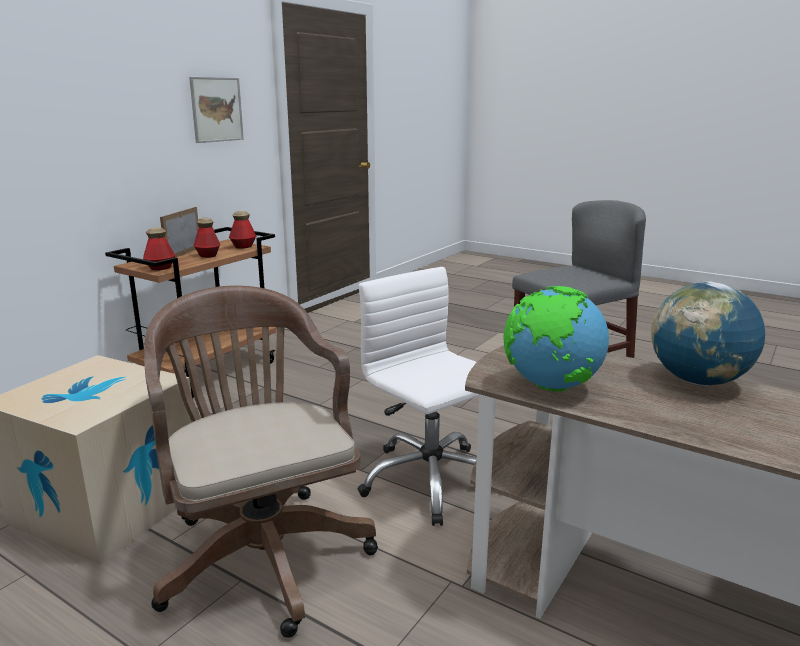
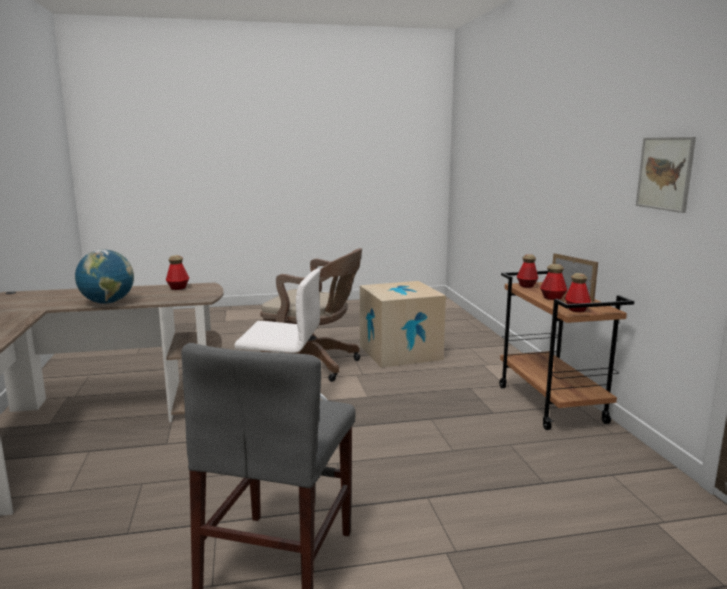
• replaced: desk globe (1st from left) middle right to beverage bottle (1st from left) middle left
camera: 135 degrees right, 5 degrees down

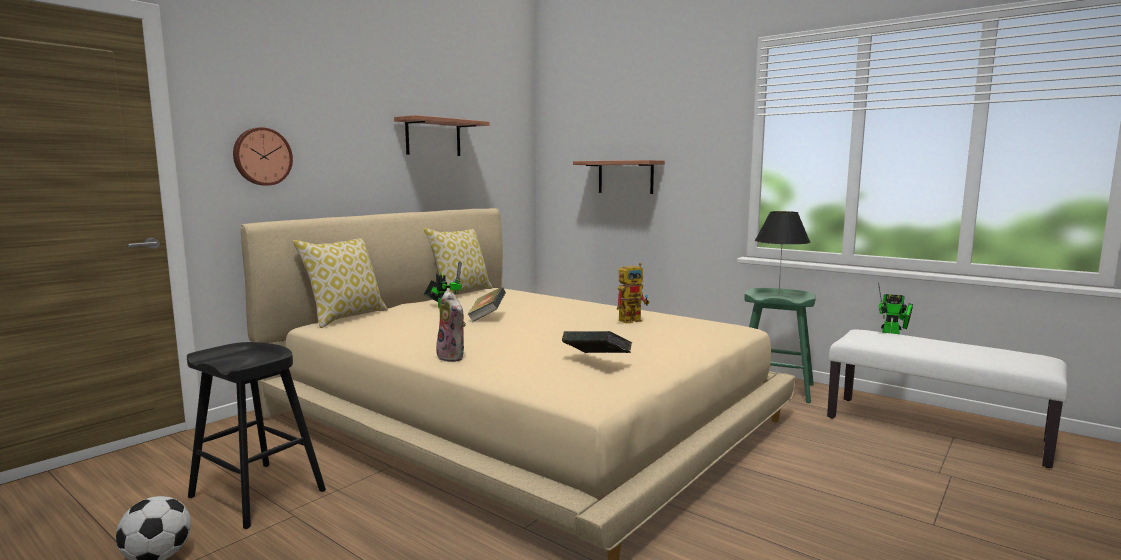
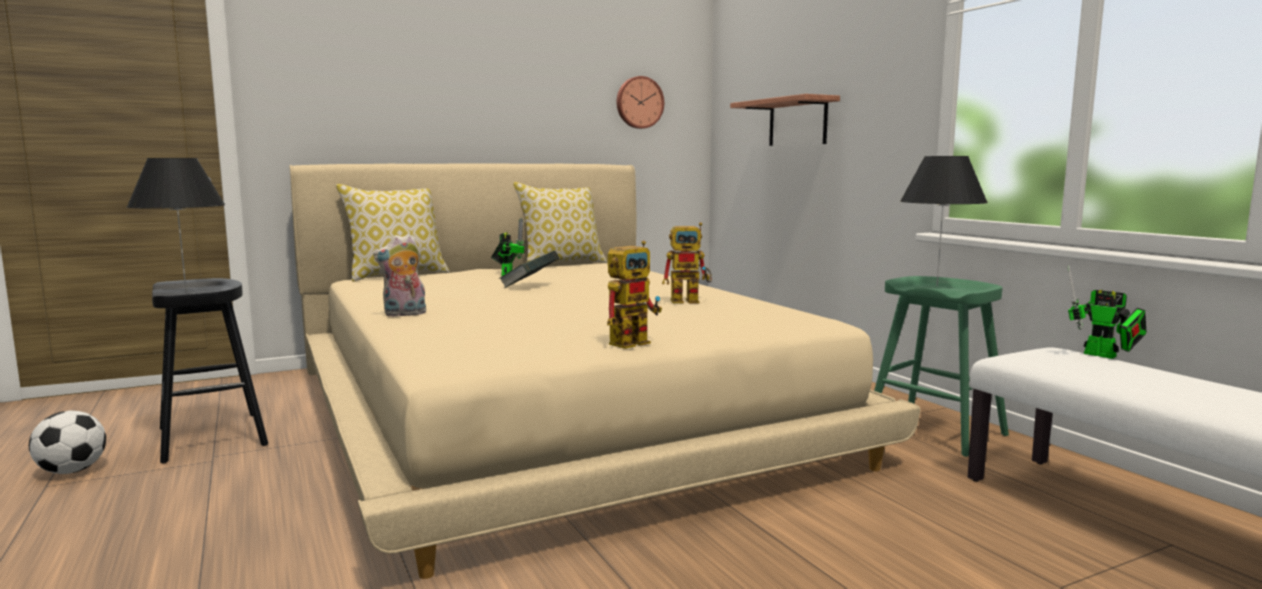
• removed: shelf (1st from left) top centre
• removed: book (2nd from left) centre
• added: black-coloured tabletop lamp (1st from left) middle left
• added: model robot (2nd from left) centre
• moved: wall clock top left to top centre
• turned: soft toy centre = middle left 75 degrees clockwise
camera: 25 degrees right, 0 degrees up

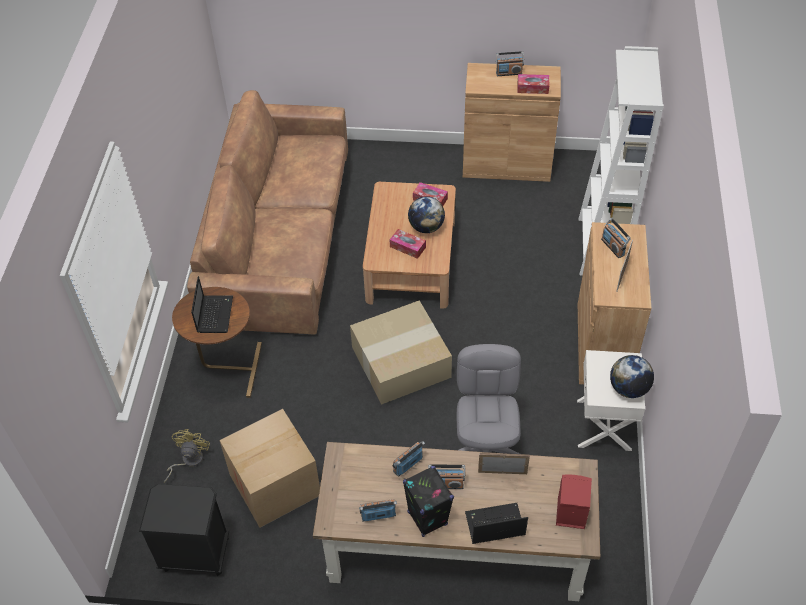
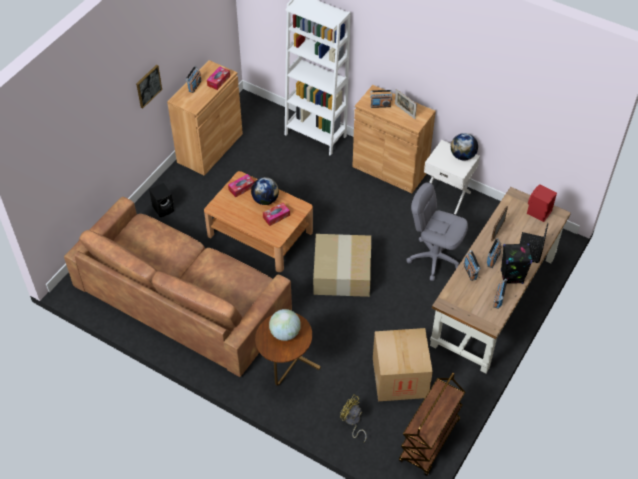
• added: wall picture top left
• added: black-coloured speaker (1st from left) middle left
• replaced: black-coloured nightstand bottom left to brownish cart bottom right
• replaced: portable computer (1st from left) middle left to desk globe (2nd from left) bottom centre
camera: 65 degrees left, 0 degrees up

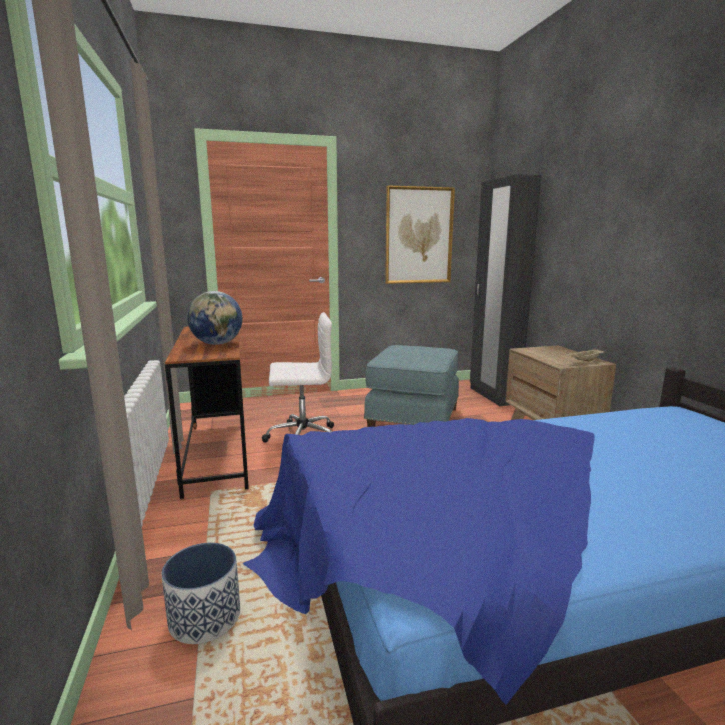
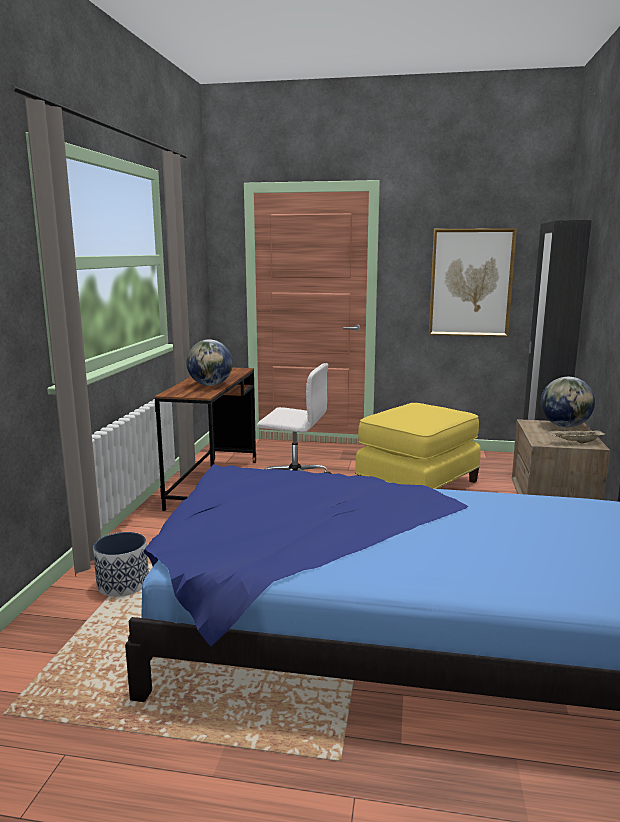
• added: desk globe (2nd from left) middle right
• recoloured: bluish ottoman centre to yellowish ottoman middle right
camera: 25 degrees right, 0 degrees up

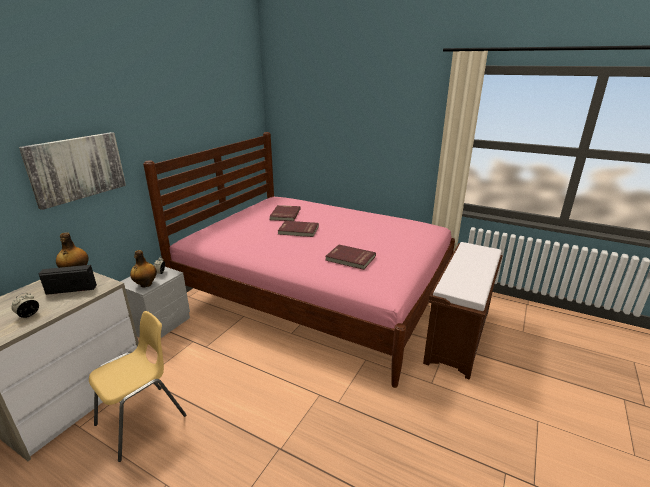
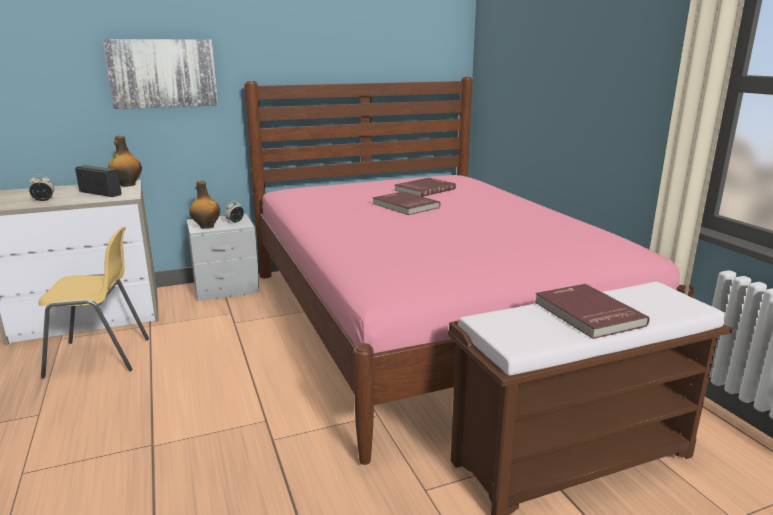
• moved: red book (3rd from left) centre to middle right
camera: 40 degrees right, 5 degrees down

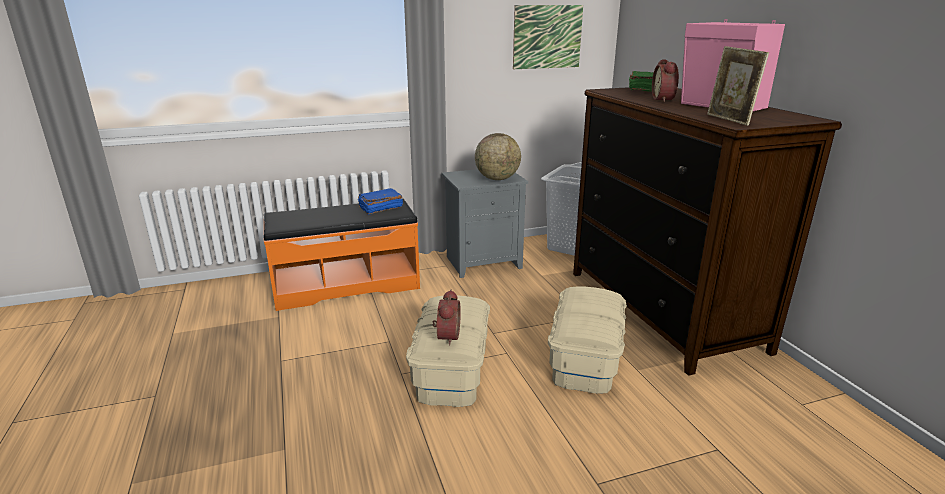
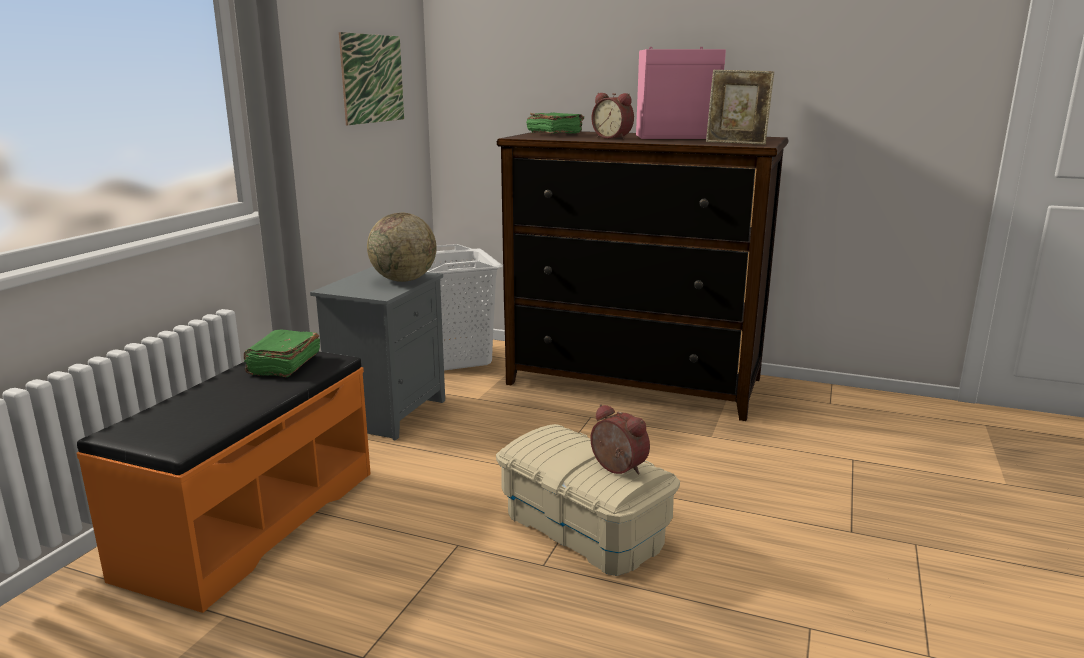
• removed: sand-coloured storage box (2nd from left) bottom centre
• recoloured: bluish book centre to green book (1st from left) middle left
camera: 50 degrees left, 5 degrees down

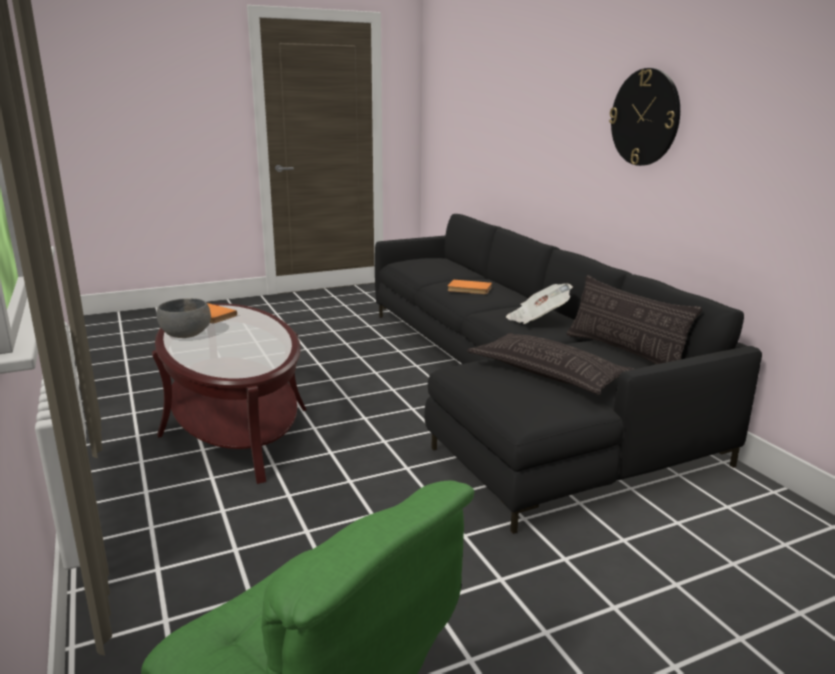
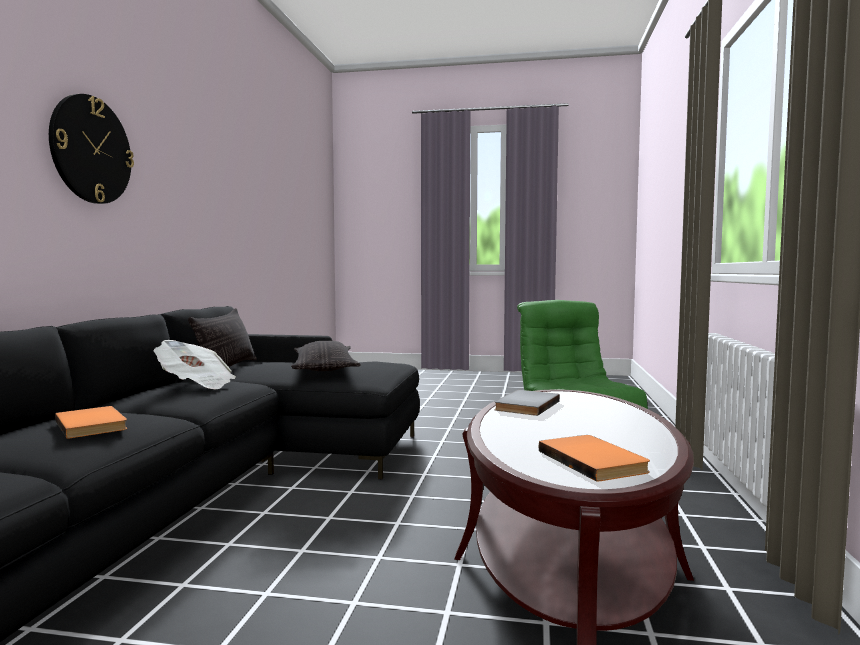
• removed: greyish deep dish middle left
• added: greyish book centre
camera: 145 degrees left, 15 degrees down

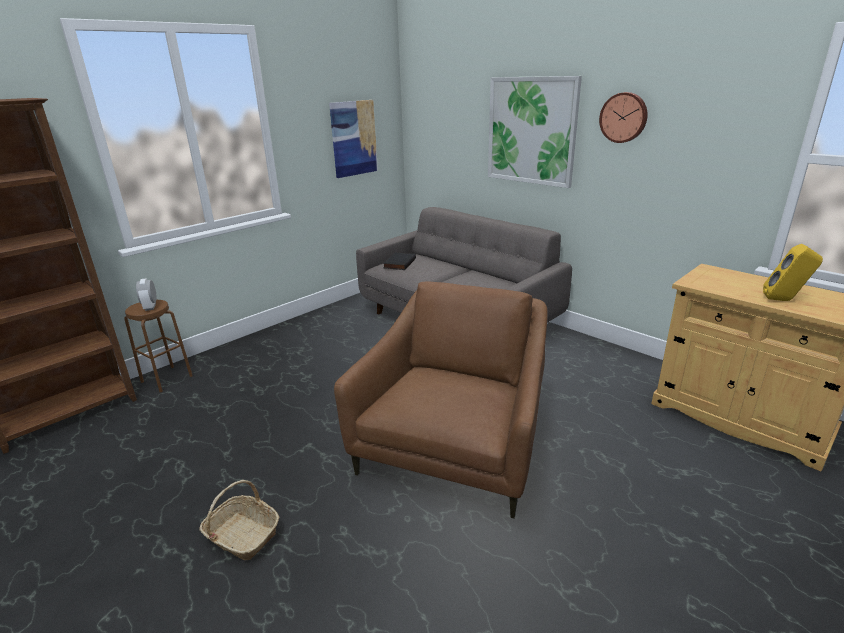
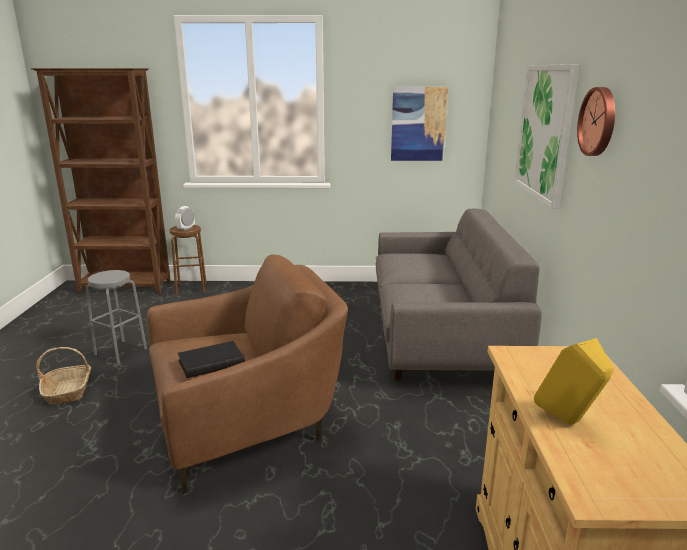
• added: greyish stool seat middle left
• moved: black-coloured book centre to middle left
camera: 45 degrees right, 5 degrees down

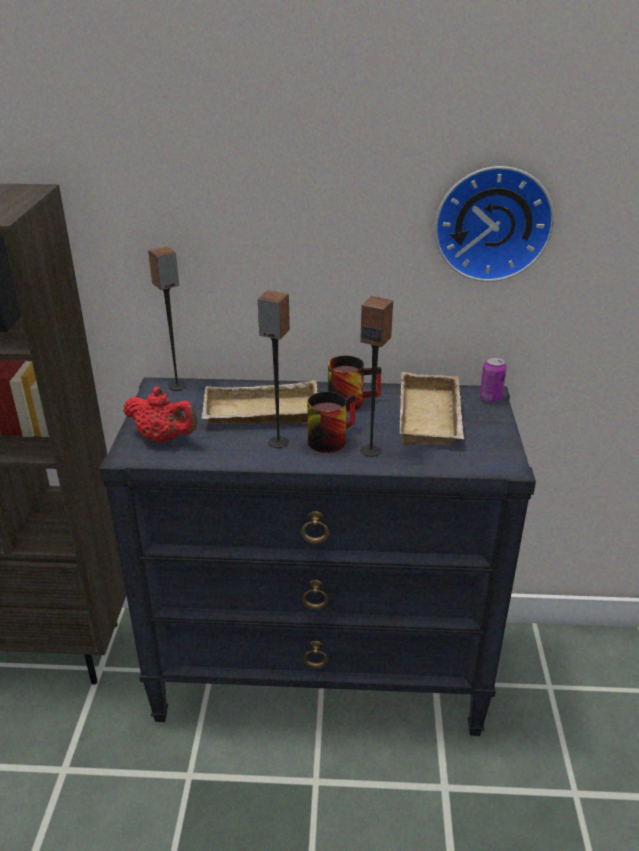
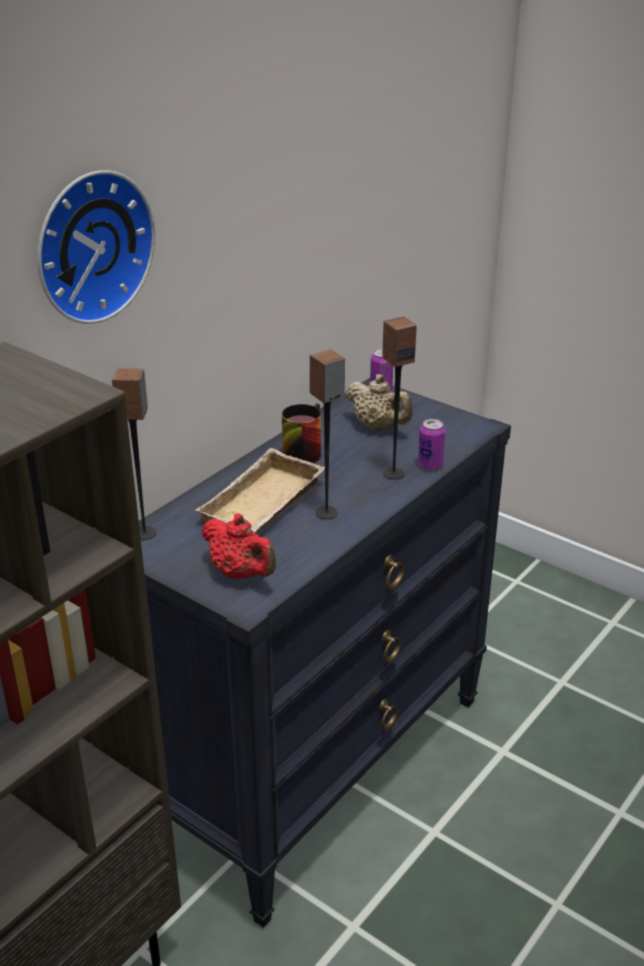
• removed: mug (1st from left) centre
• added: sealed can (2nd from left) middle right
• moved: wall clock top right to top left
• replaced: sand-coloured serving tray (2nd from left) middle right to sand-coloured tea pot centre
• turned: red tea pot middle left = centre 75 degrees clockwise
camera: 55 degrees left, 0 degrees up

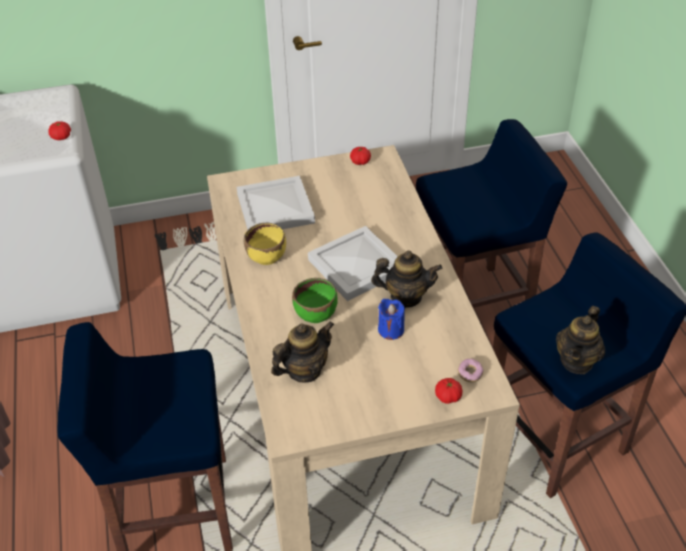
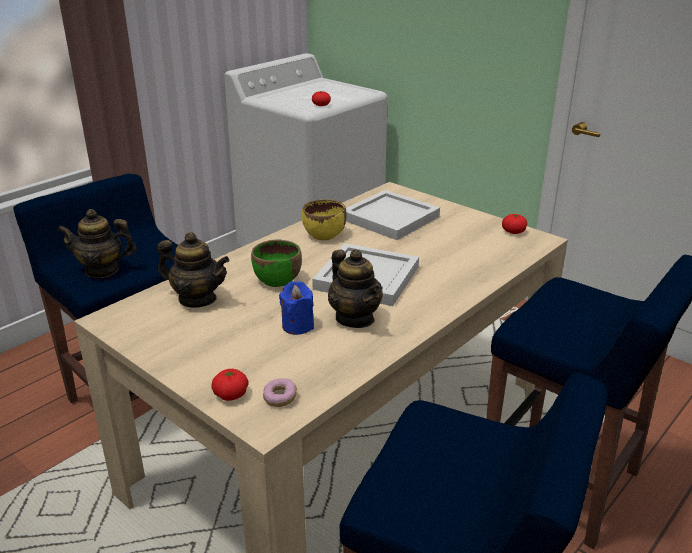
• moved: tea pot (3rd from left in the first image) middle right to tea pot (1st from left) middle left
camera: 55 degrees right, 15 degrees down

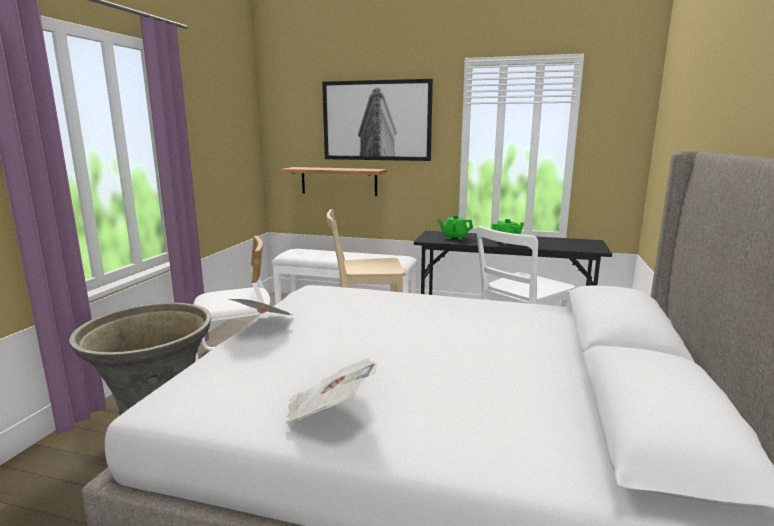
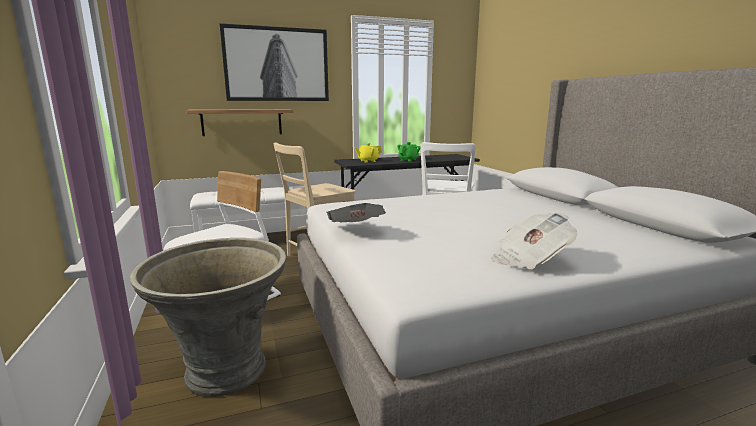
• recoloured: green tea pot (1st from left) centre to yellowish tea pot centre
camera: 35 degrees left, 0 degrees up

